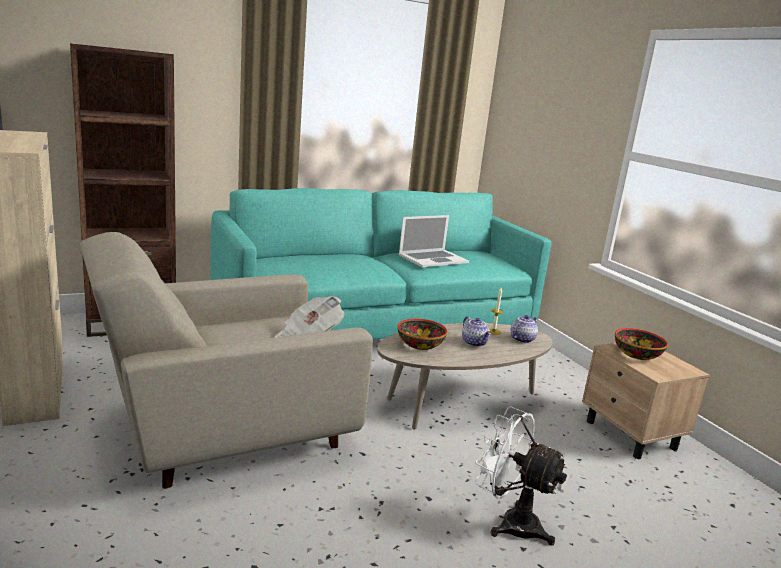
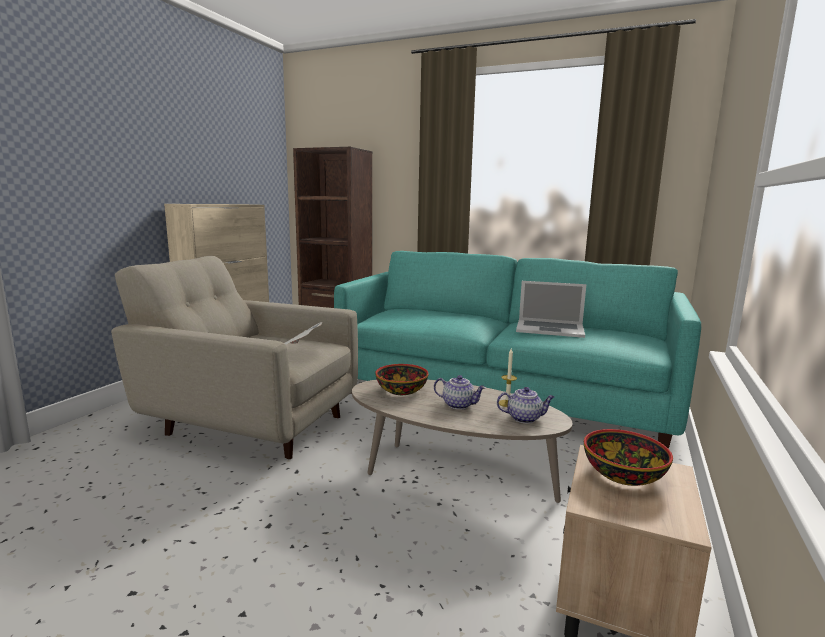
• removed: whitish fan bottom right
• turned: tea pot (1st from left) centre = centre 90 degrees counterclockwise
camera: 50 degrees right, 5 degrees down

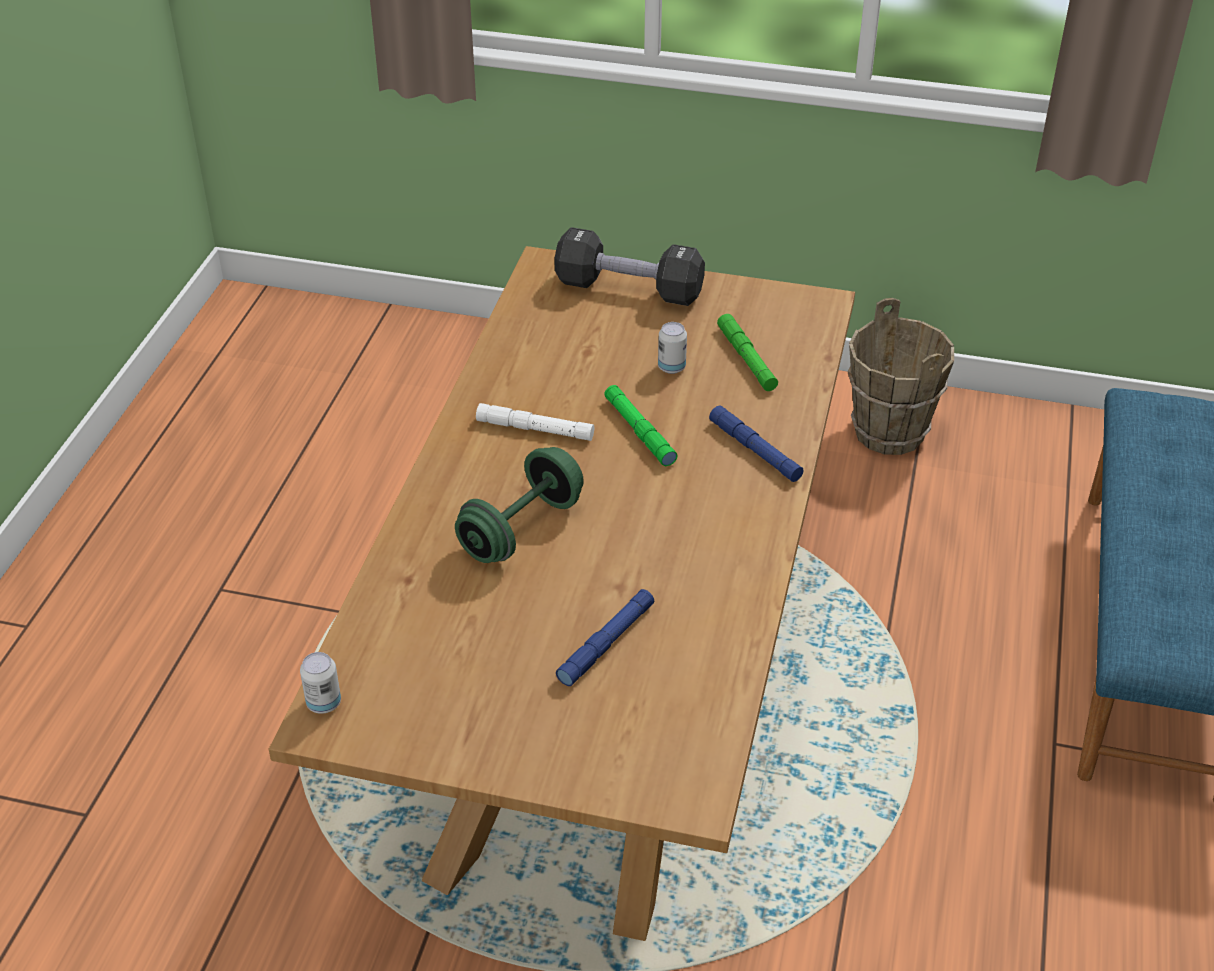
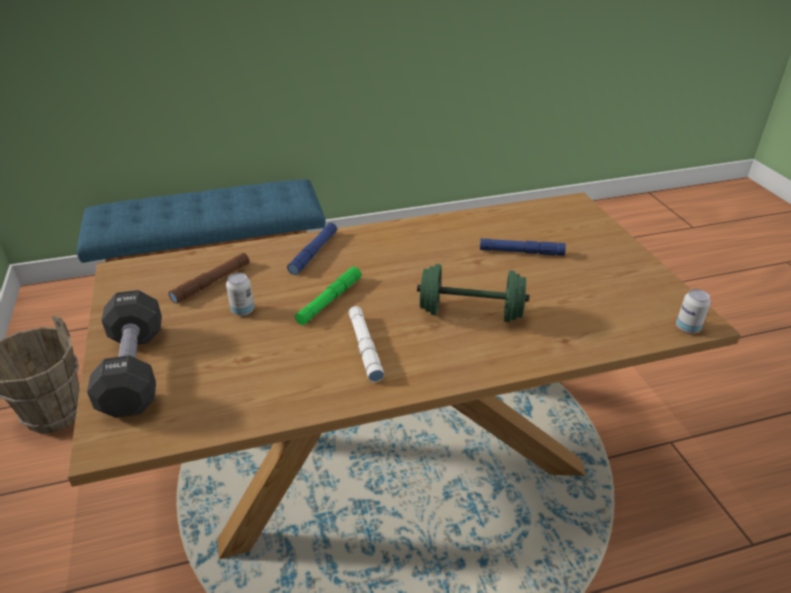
• recoloured: green torch (2nd from left) centre to brownish torch middle left
camera: 120 degrees left, 5 degrees down

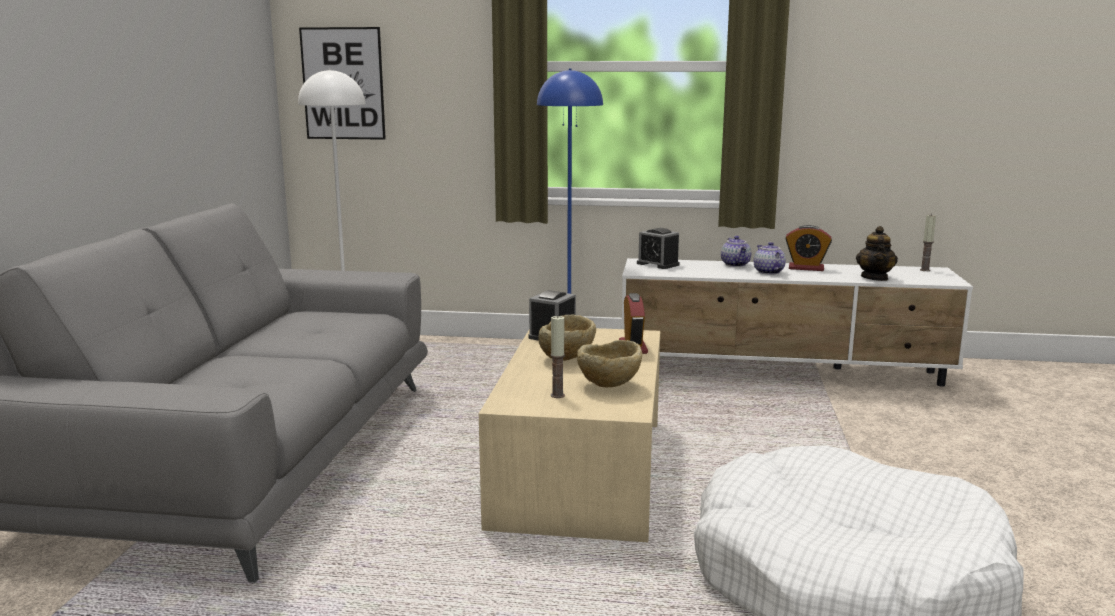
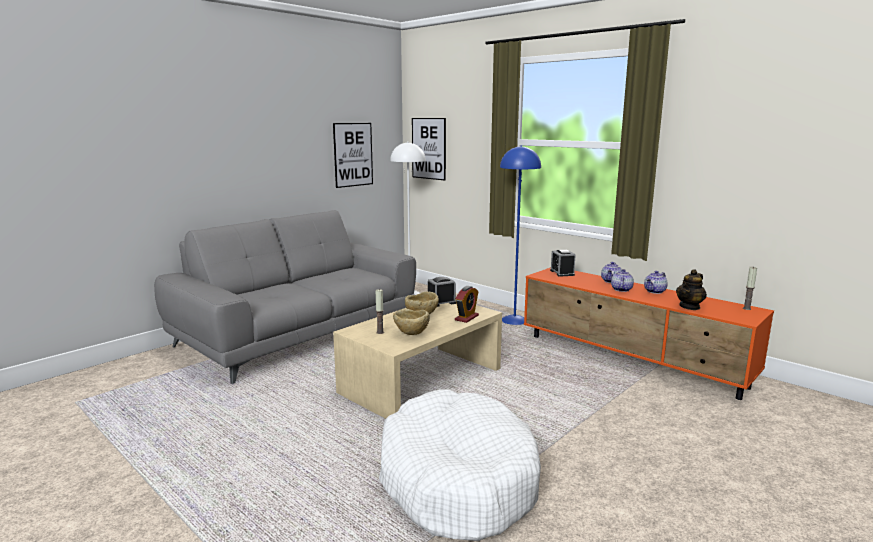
• added: wall picture (1st from left) top centre
• replaced: table clock (4th from left) middle right to tea pot (3rd from left) middle right
• recoloured: whitish media console middle right to orangey media console middle right
camera: 35 degrees right, 0 degrees up

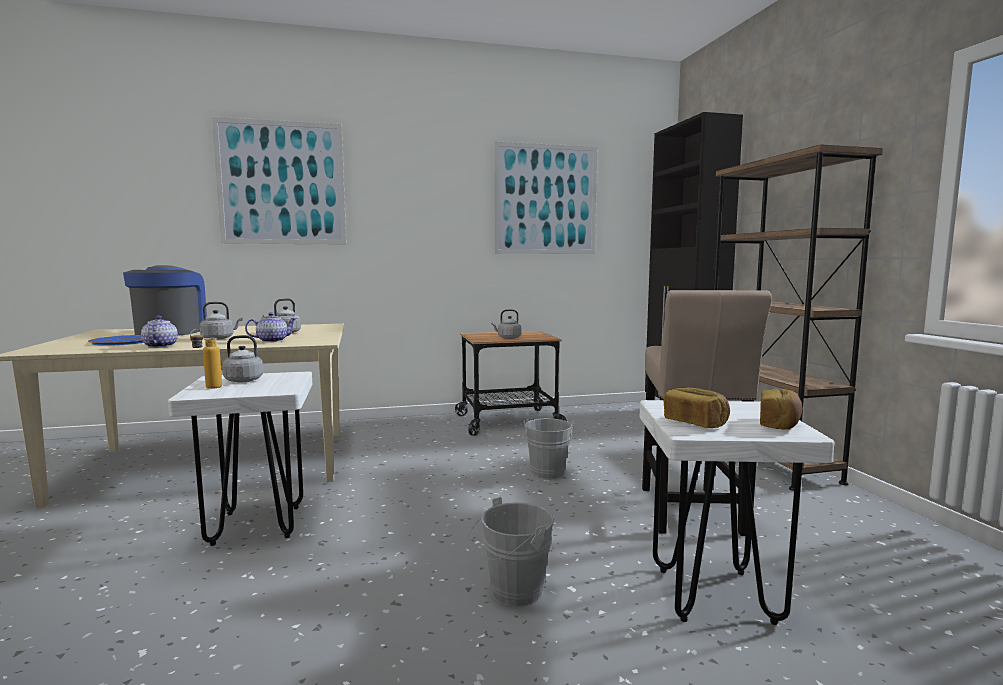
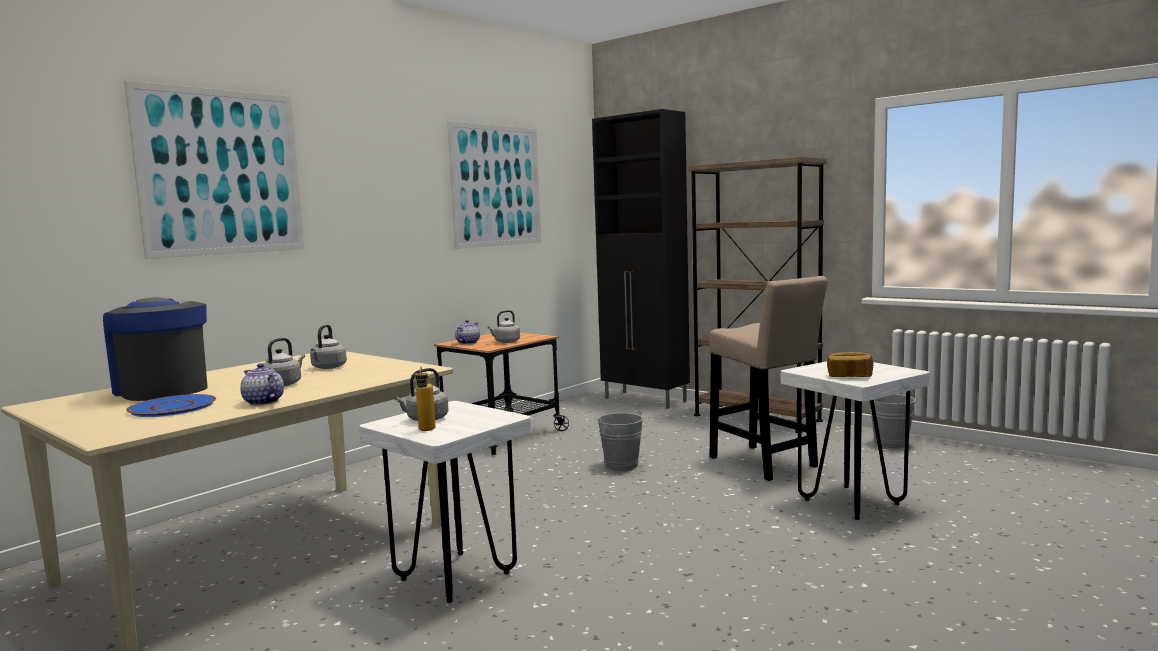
• removed: bakery bread (2nd from left) middle right
• moved: tea pot (2nd from left) middle left to centre
• moved: greyish water bucket (1st from left in the first image) bottom centre to greyish water bucket (2nd from left) middle right
camera: 35 degrees left, 0 degrees up

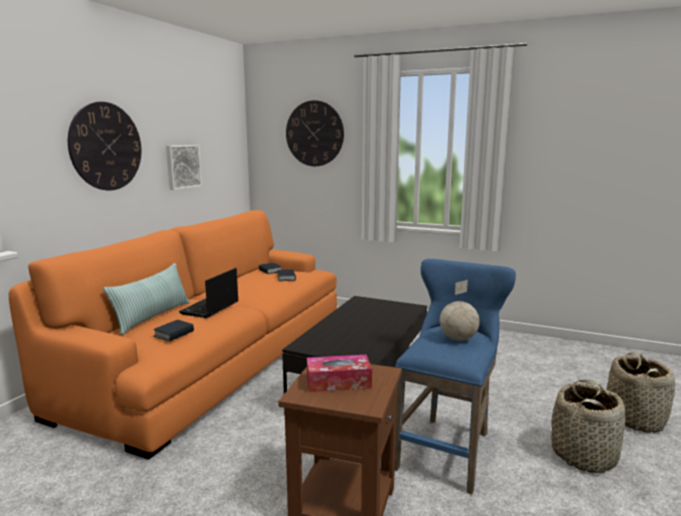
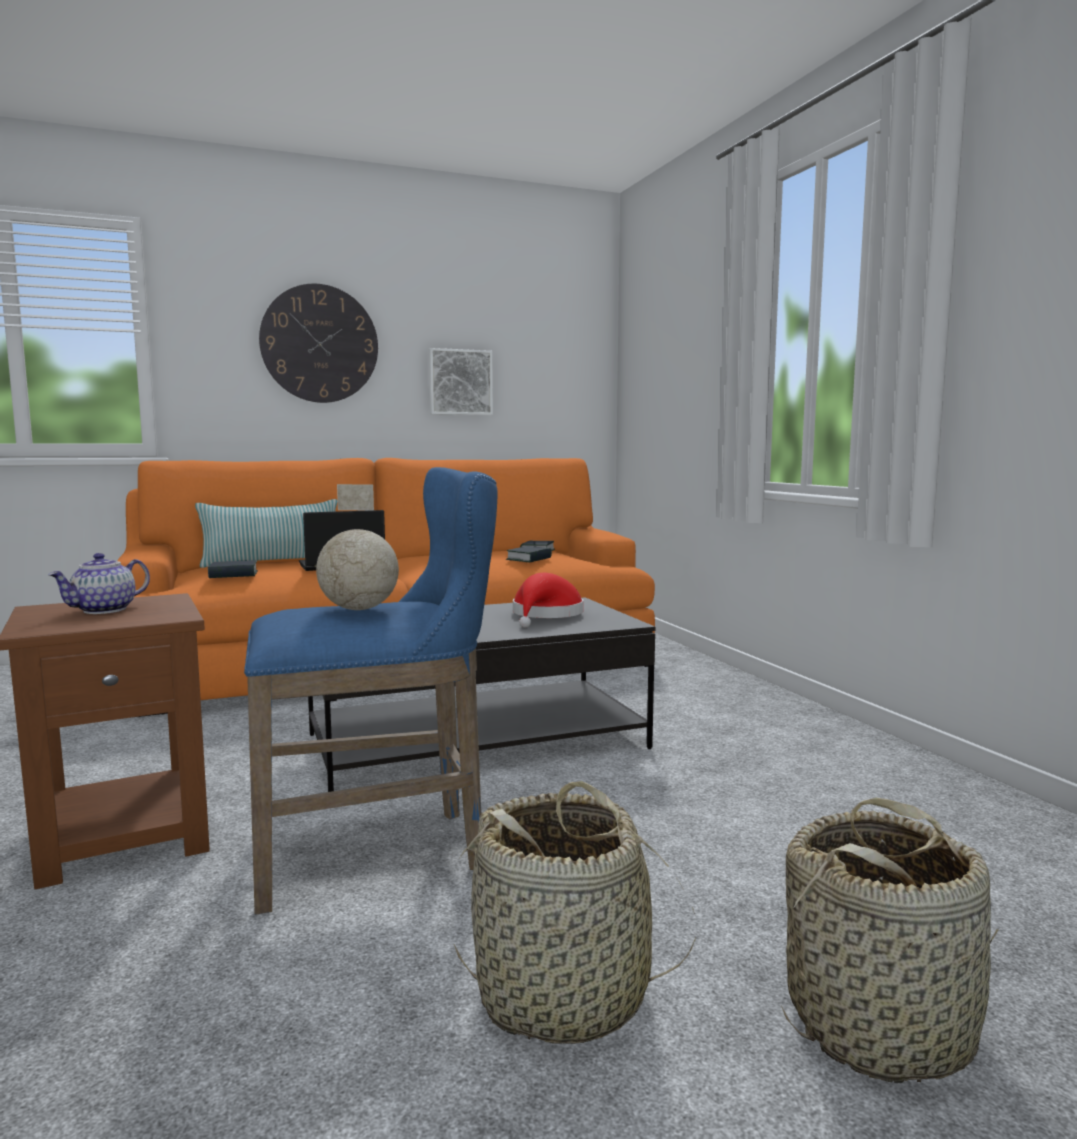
• removed: wall clock (2nd from left) top centre
• added: red clothing hat centre
• replaced: box of tissues bottom centre to tea pot middle left
camera: 45 degrees right, 5 degrees down

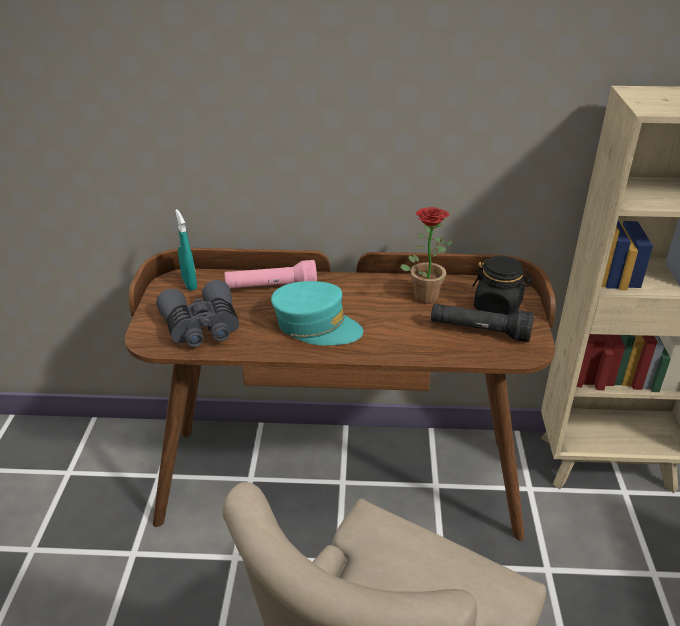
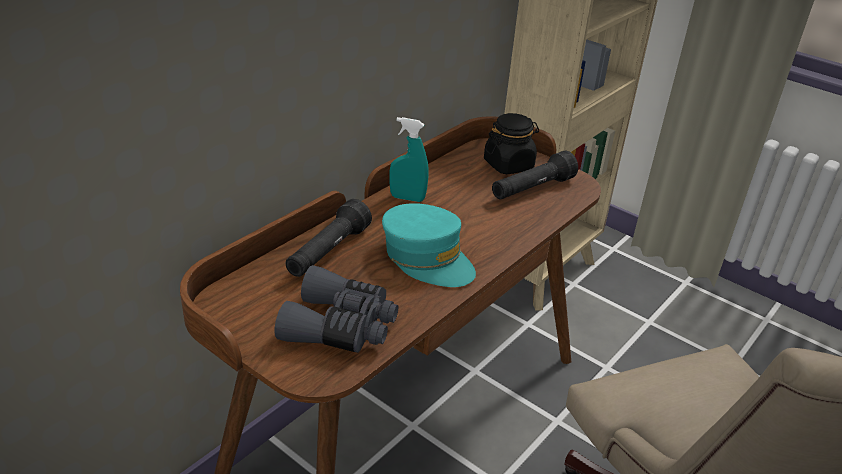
• removed: houseplant centre
• moved: turquoise sprayer middle left to centre
• recoloured: pink-coloured torch centre to black-coloured torch (1st from left) centre
• turned: turquoise baseball cap centre = centre 75 degrees clockwise
camera: 55 degrees left, 0 degrees up

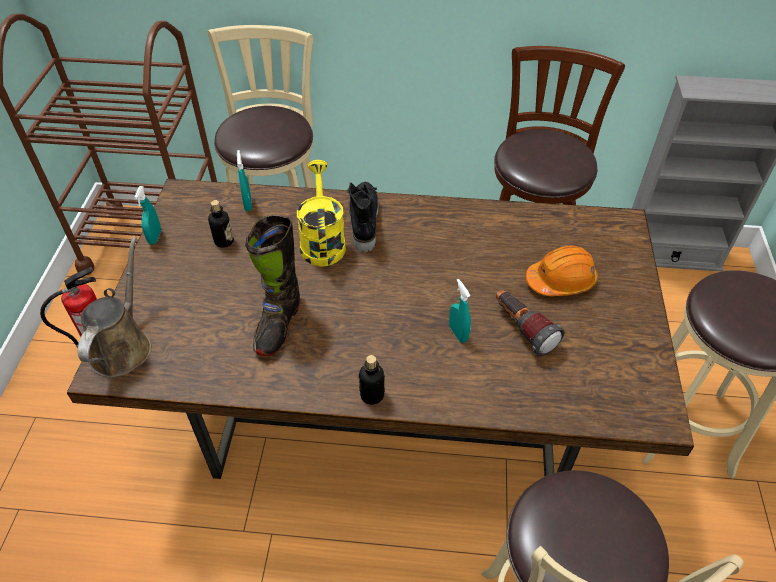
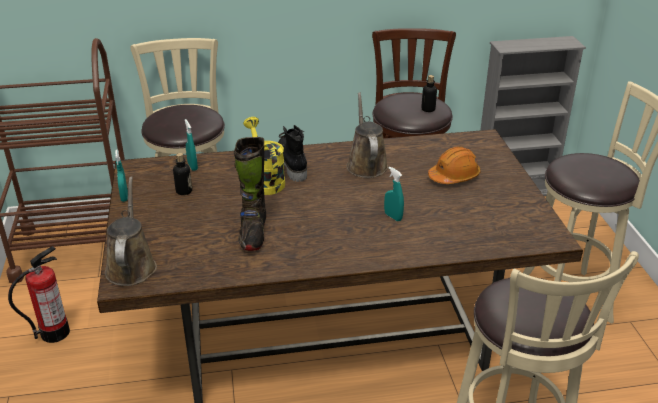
• removed: torch middle right
• added: brownish watering can (2nd from left) centre
• moved: beverage bottle (2nd from left) centre to top centre
camera: 15 degrees left, 15 degrees down

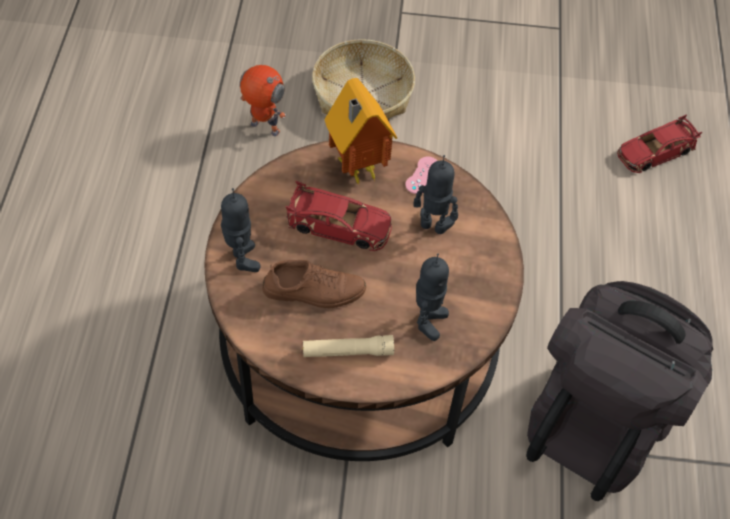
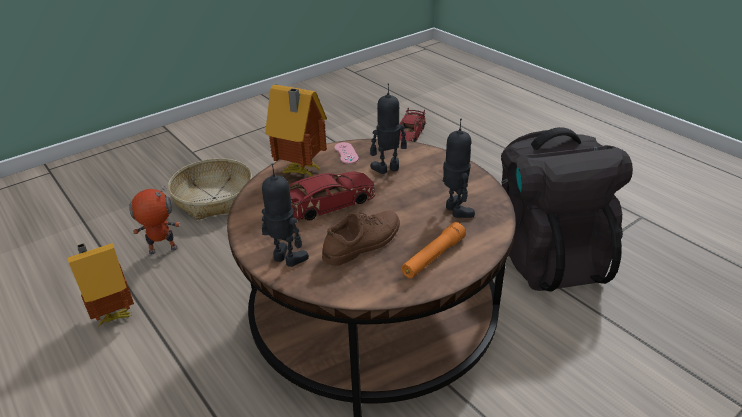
• added: model house (1st from left) bottom left
• recoloured: sand-coloured torch bottom centre to orangey torch centre
camera: 40 degrees left, 20 degrees down

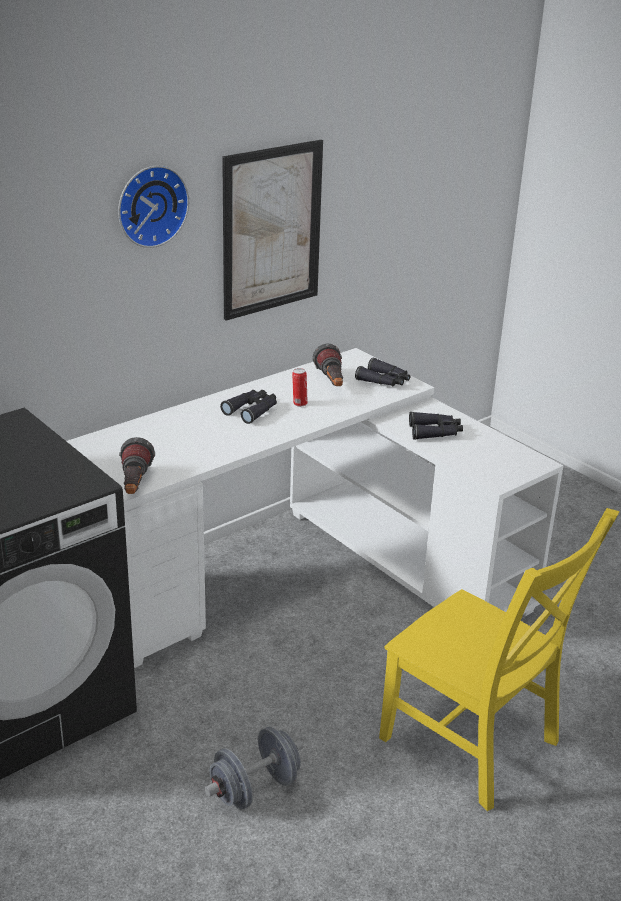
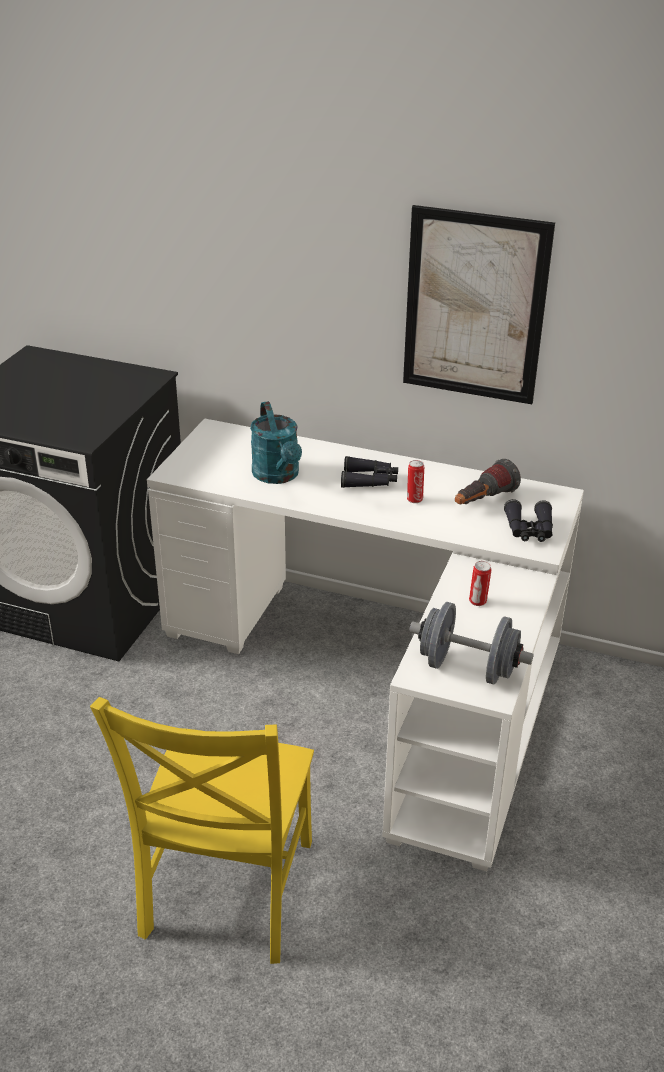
• removed: wall clock top left
• removed: torch (1st from left) middle left
• added: turquoise watering can centre
• moved: greyish dumbbell bottom centre to middle right
• replaced: black-coloured field glasses (3rd from left) middle right to sealed can (2nd from left) middle right
camera: 60 degrees right, 5 degrees up

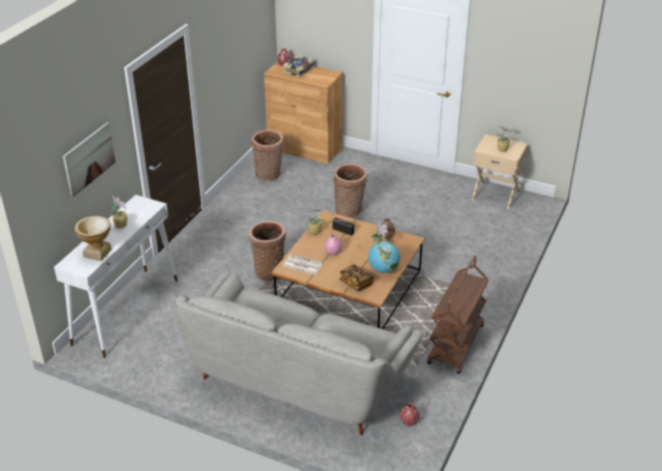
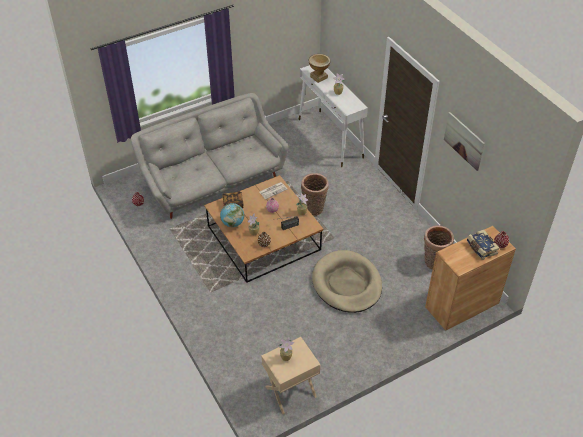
• removed: brownish cart bottom right
• moved: wall picture middle left to top right
• replaced: household basket (3rd from left) centre to sand-coloured dog cushion centre
camera: 125 degrees right, 10 degrees up

